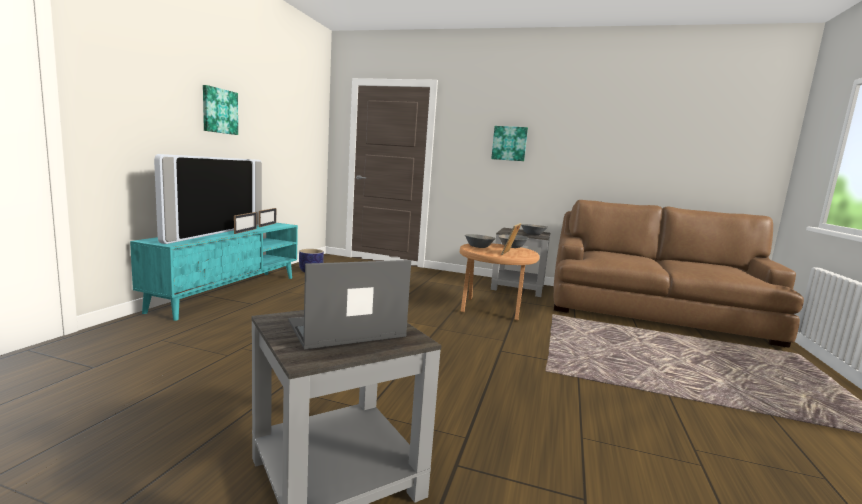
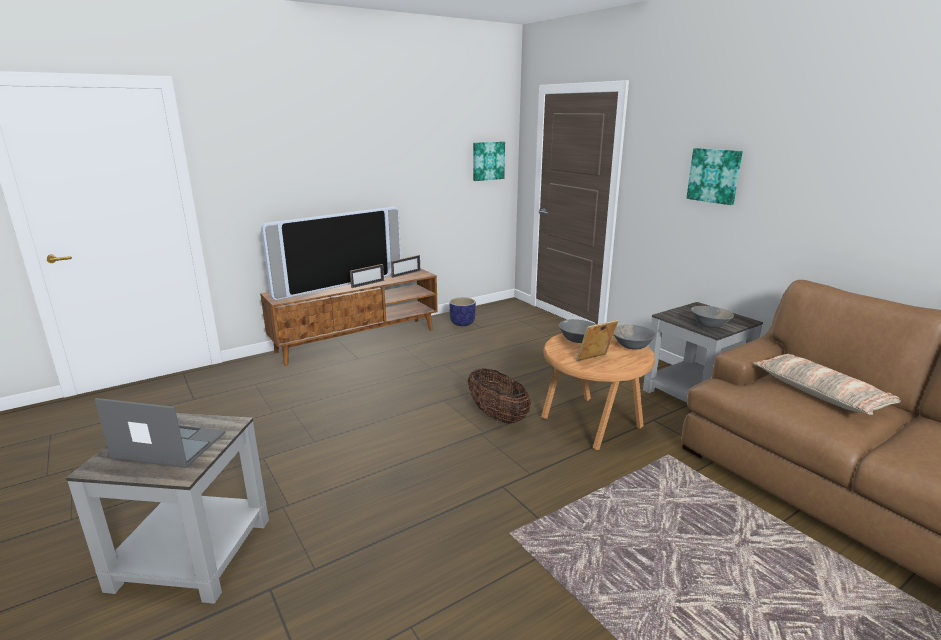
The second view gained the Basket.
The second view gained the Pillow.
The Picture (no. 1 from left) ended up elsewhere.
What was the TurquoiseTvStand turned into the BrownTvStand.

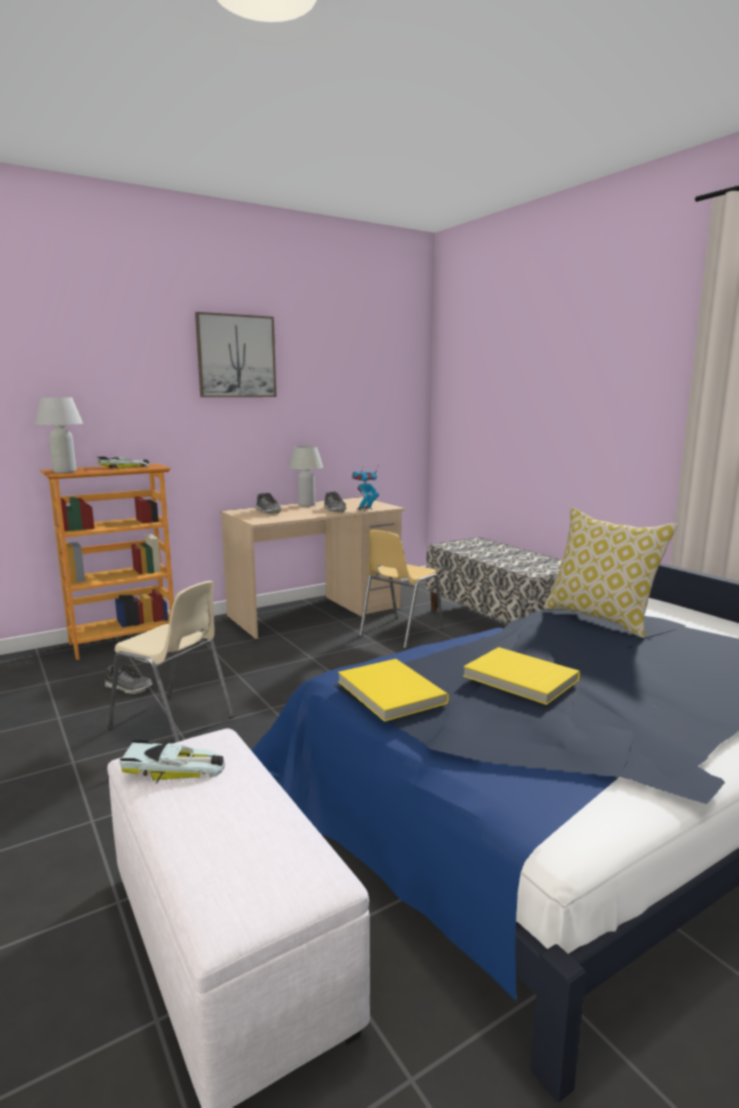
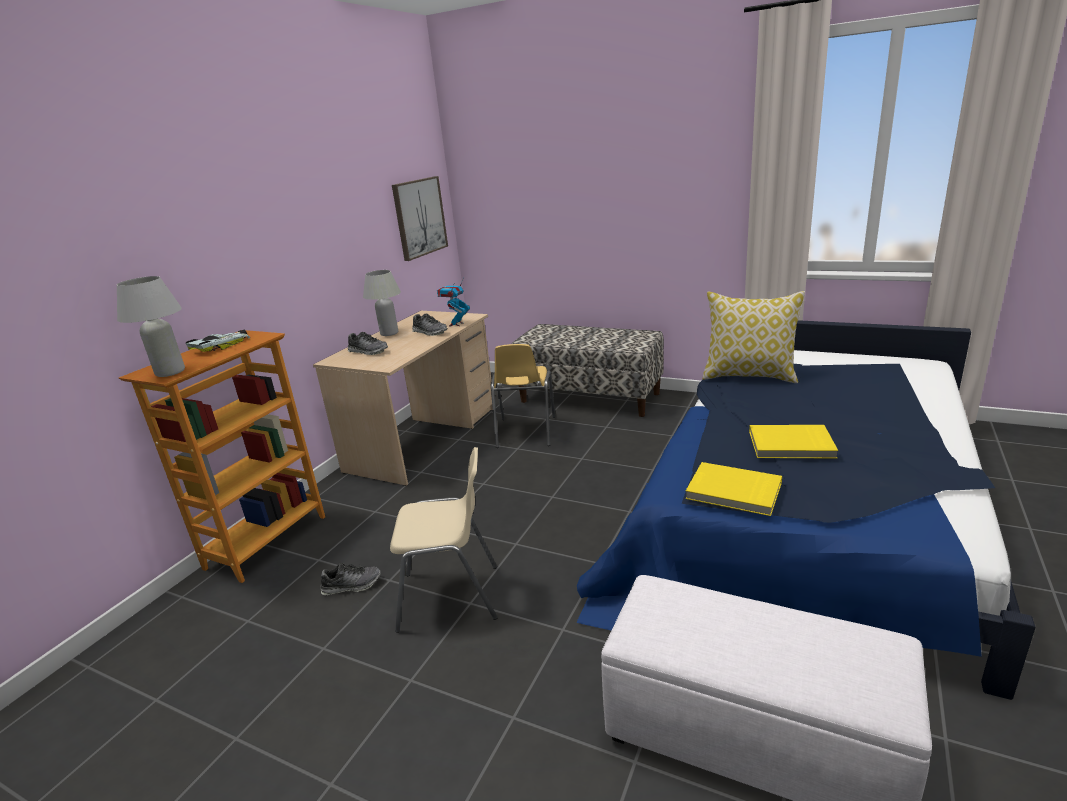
The second view lost the ToyCar (no. 2 from left).
The Picture ended up elsewhere.

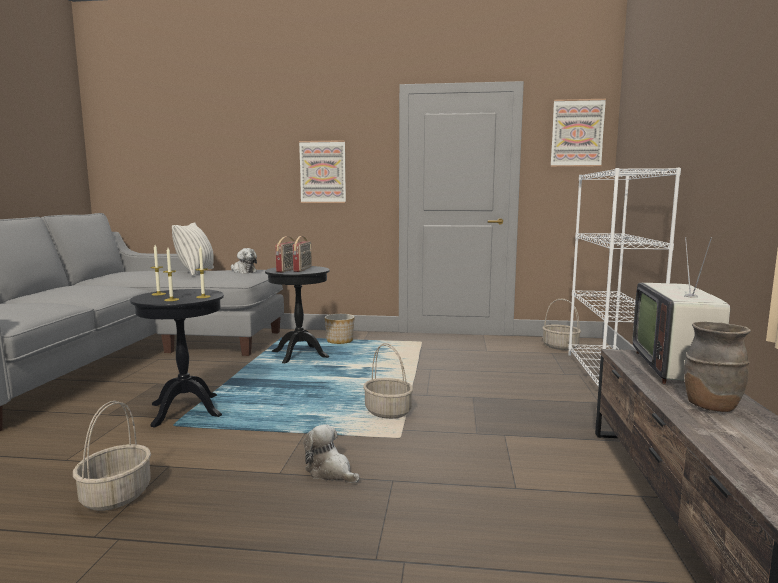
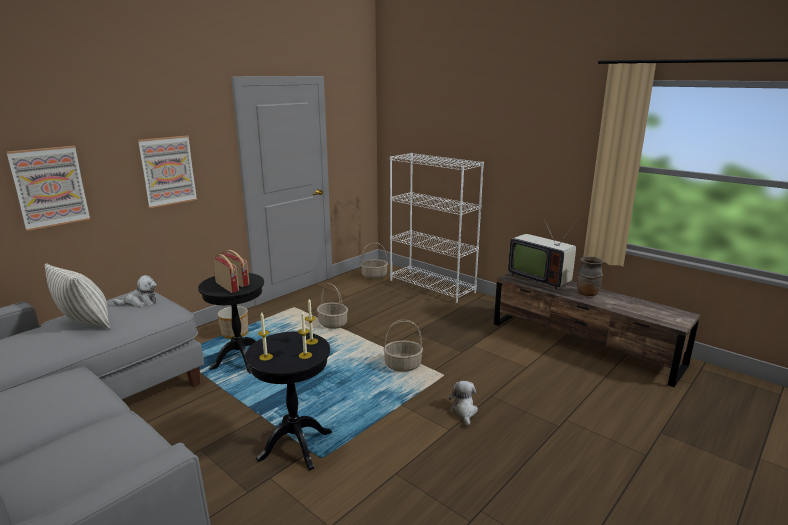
The Basket (no. 1 from left) ended up elsewhere.
The Picture (no. 2 from left in the first image) ended up elsewhere.
The PlushToy (no. 2 from left) ended up facing another way, 105 degrees clockwise from before.

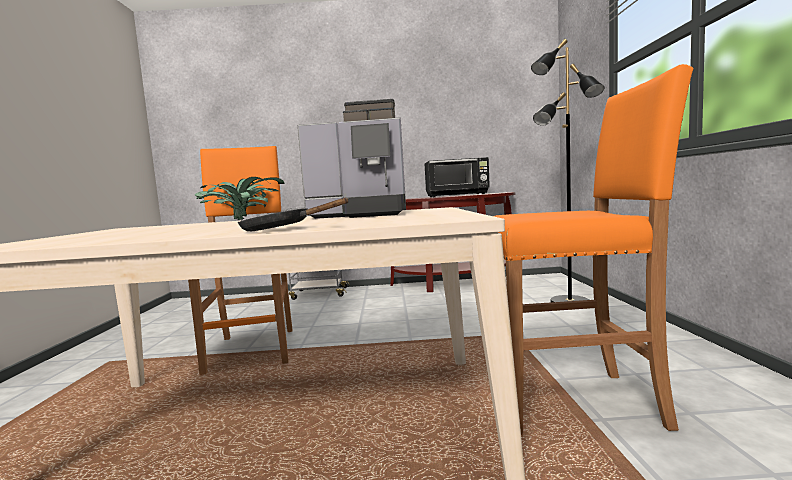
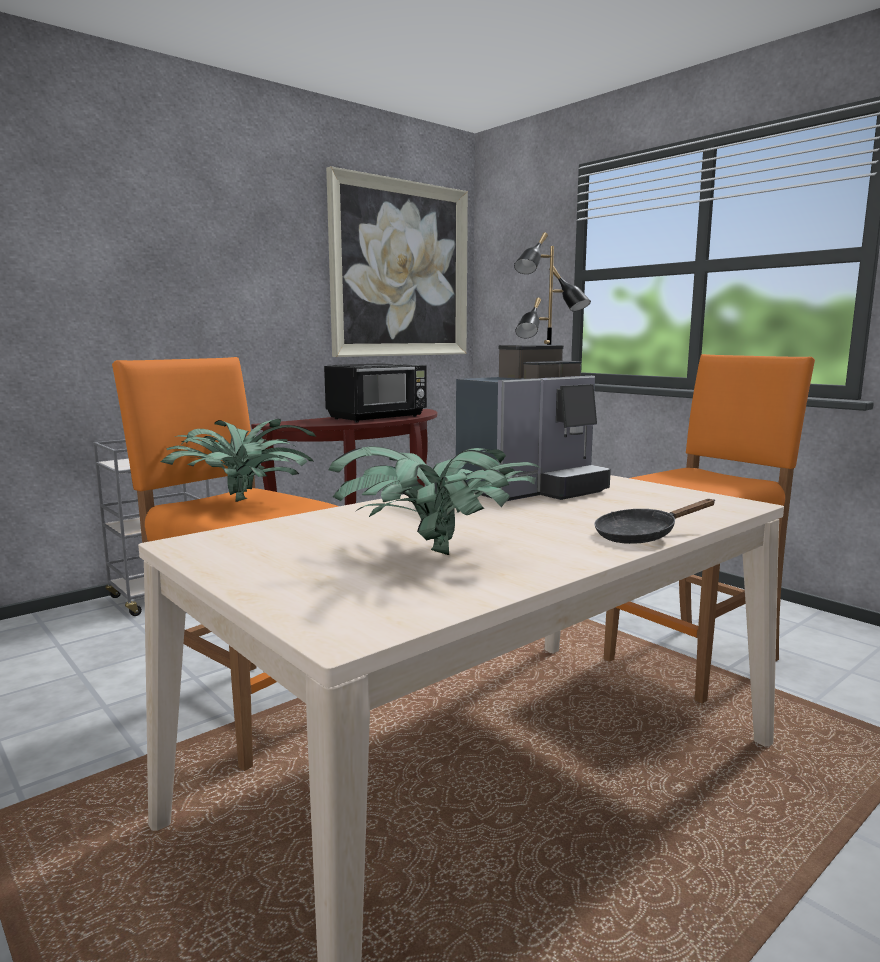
The second view gained the Picture.
The second view gained the PottedPlant (no. 2 from left).

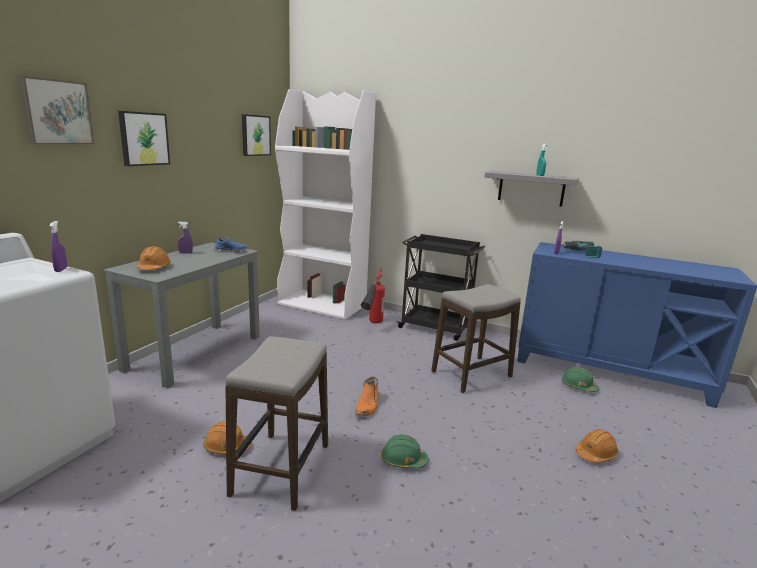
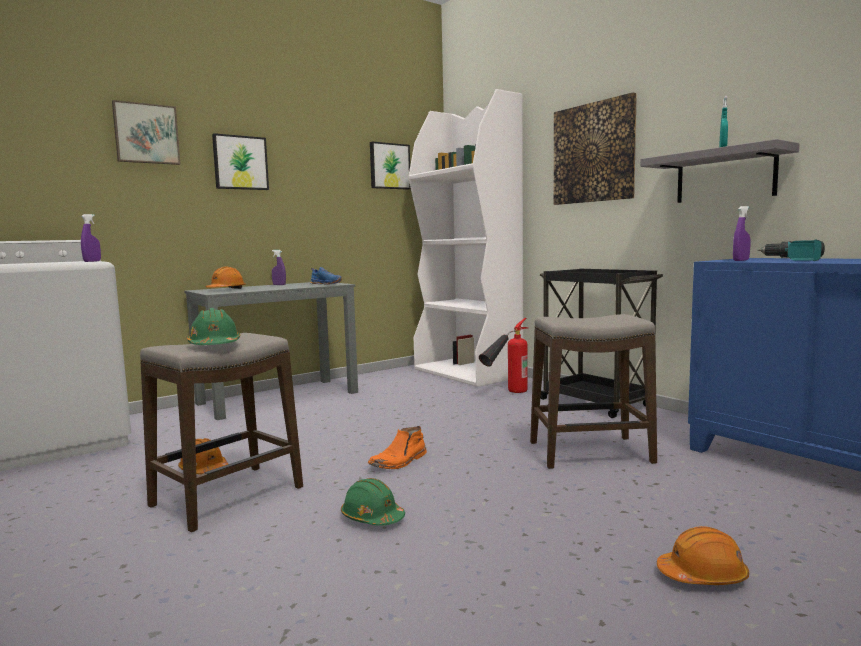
The second view gained the Picture (no. 4 from left).
The GreenHardHat (no. 2 from left in the first image) ended up elsewhere.

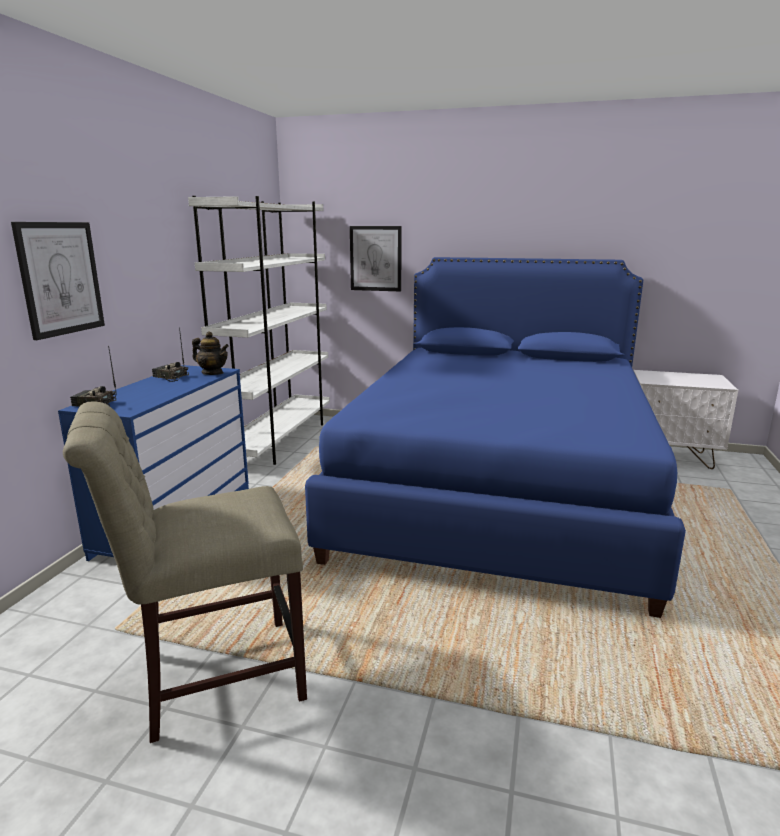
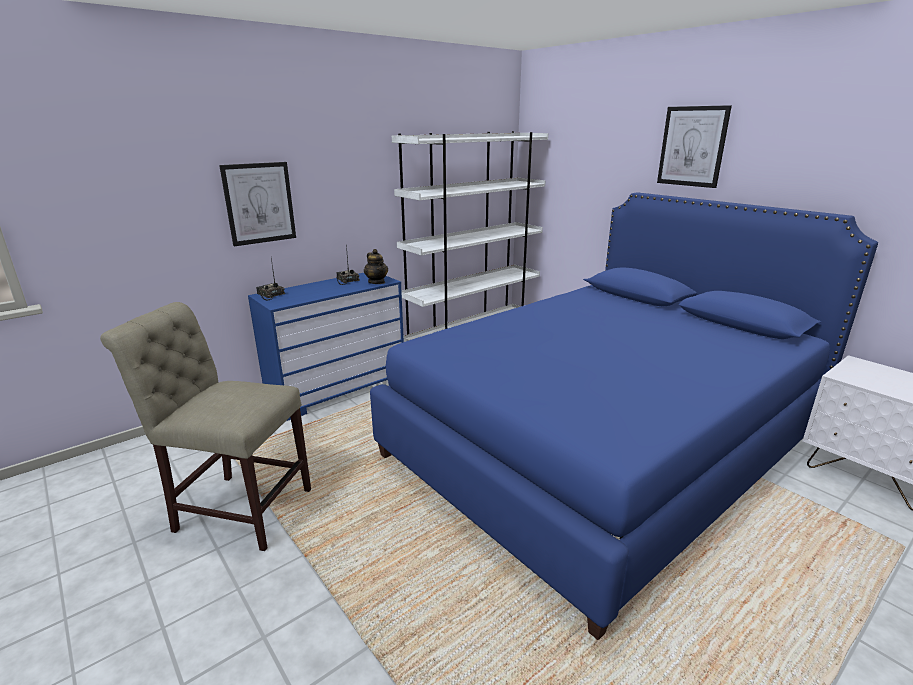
The Picture (no. 2 from left) ended up elsewhere.

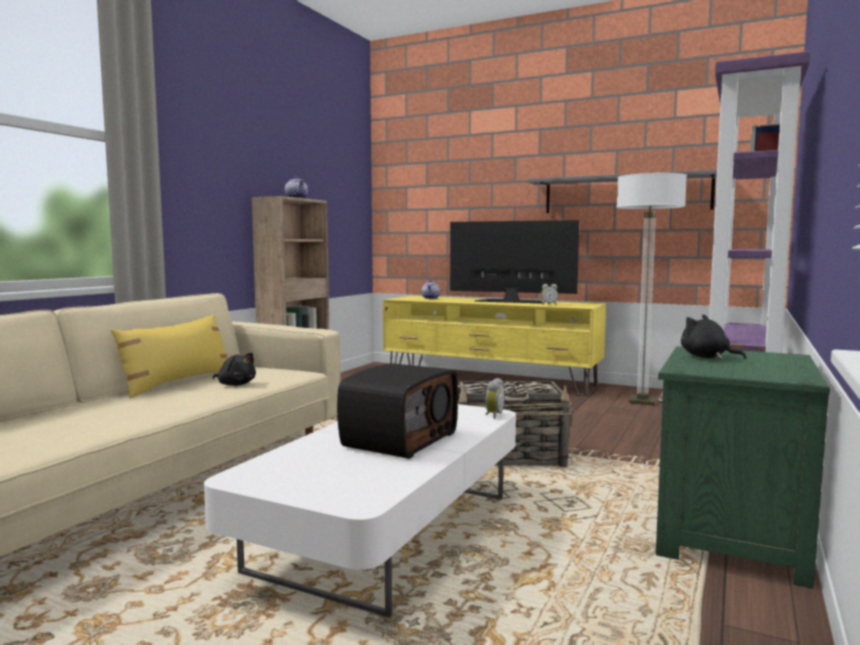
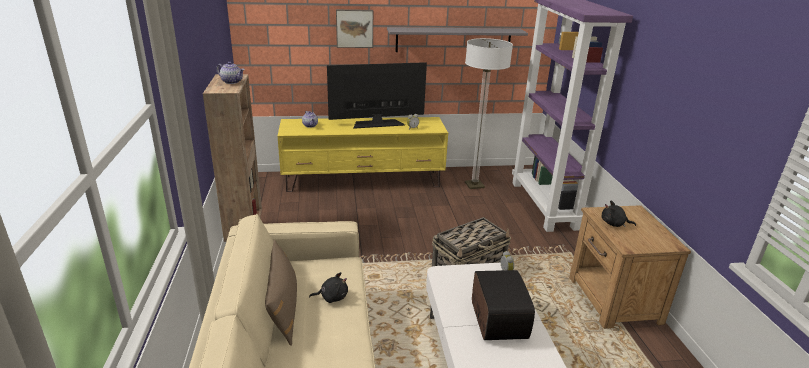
The second view gained the Picture.
What was the YellowPillow turned into the BrownPillow.
What was the GreenNightstand turned into the BrownNightstand.

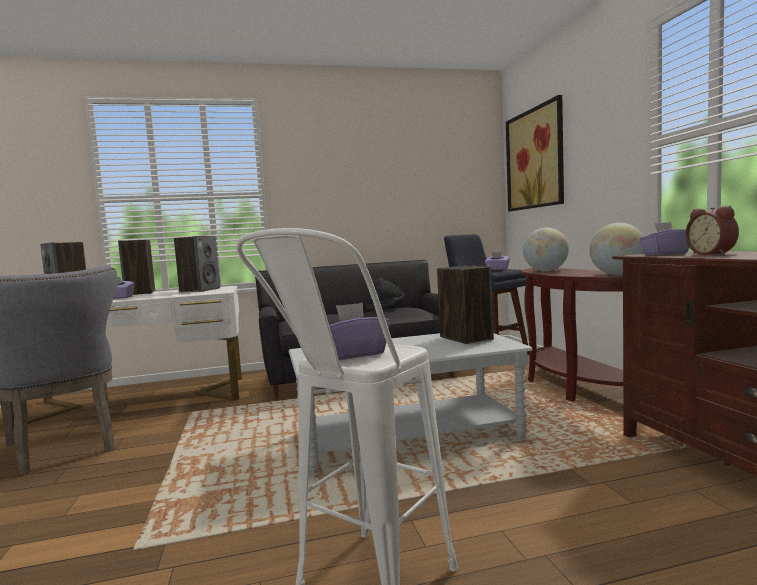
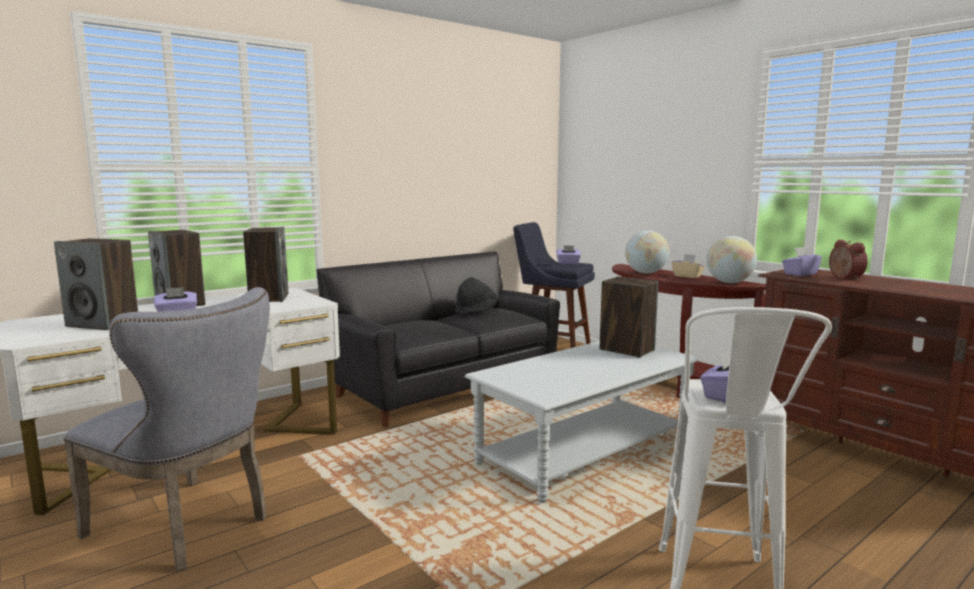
The second view lost the Picture.
The second view gained the BeigeTissueBox.
The AlarmClock ended up facing another way, 150 degrees counterclockwise from before.

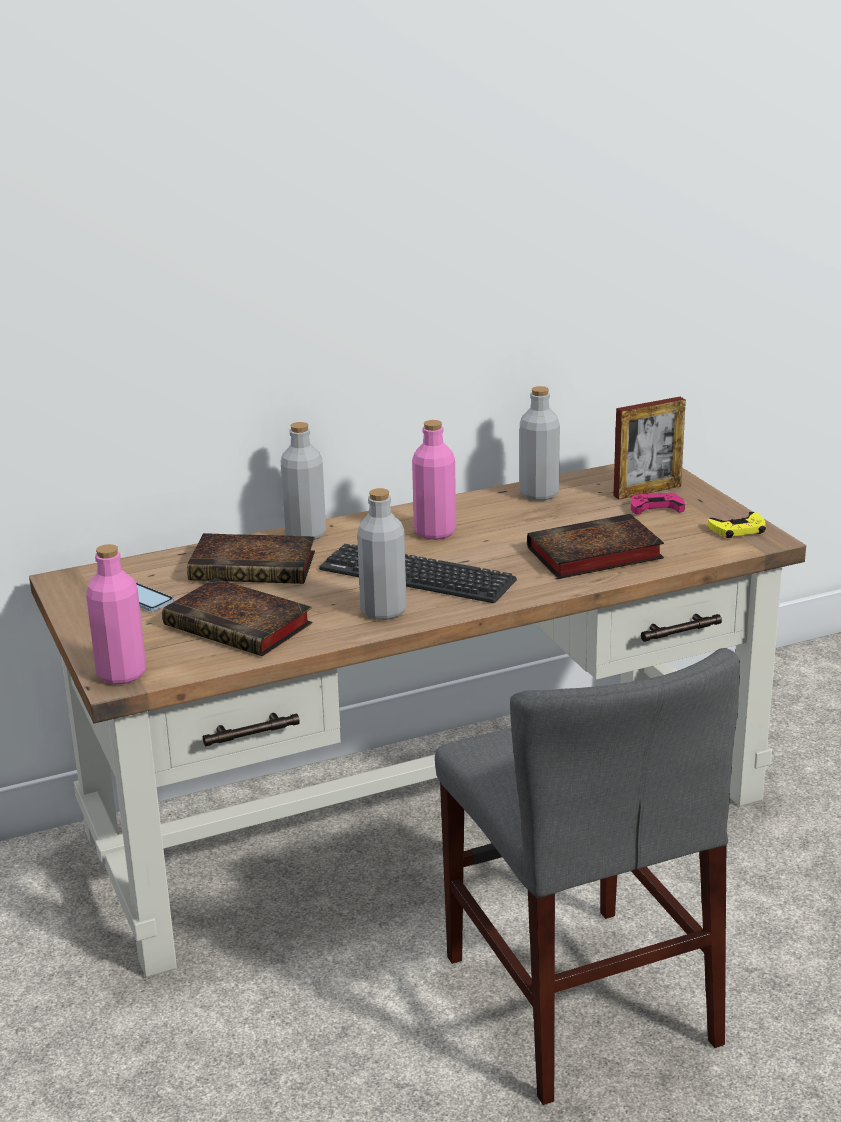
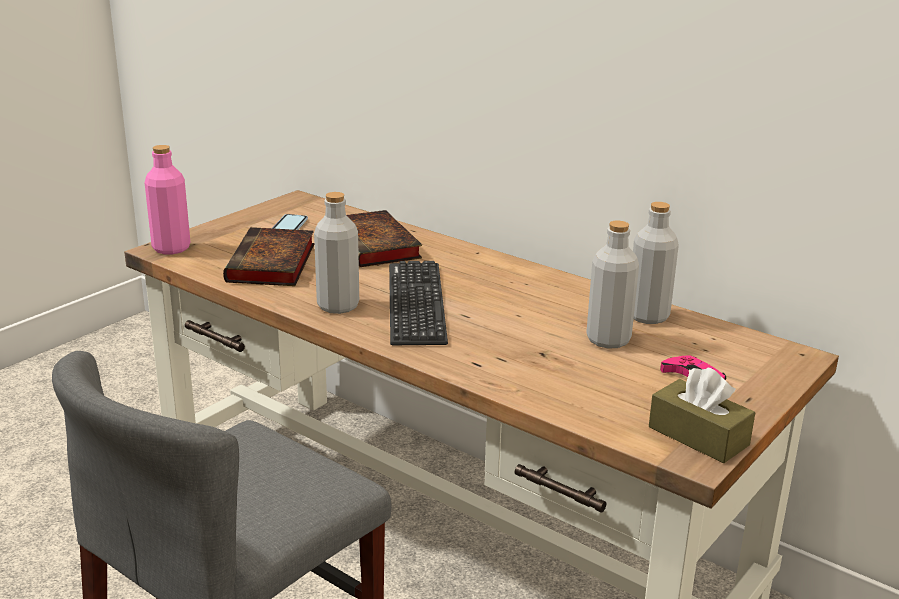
The second view lost the PinkBottle (no. 2 from left).
The second view lost the Book (no. 3 from left).
The second view lost the PictureFrame.
The GreyBottle (no. 1 from left in the first image) ended up elsewhere.
Where the YellowGameController stood, the BrownTissueBox came to stand.

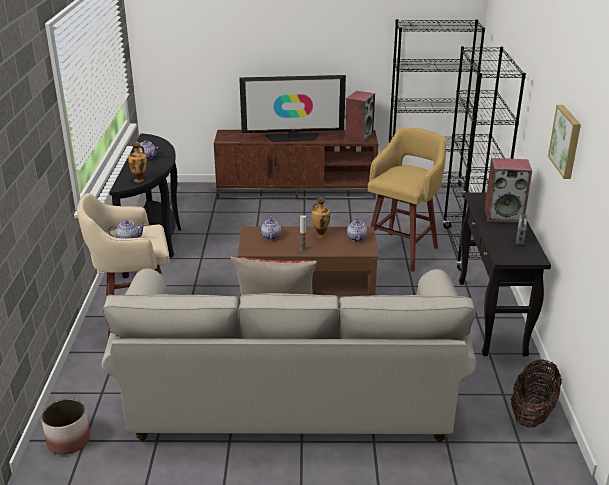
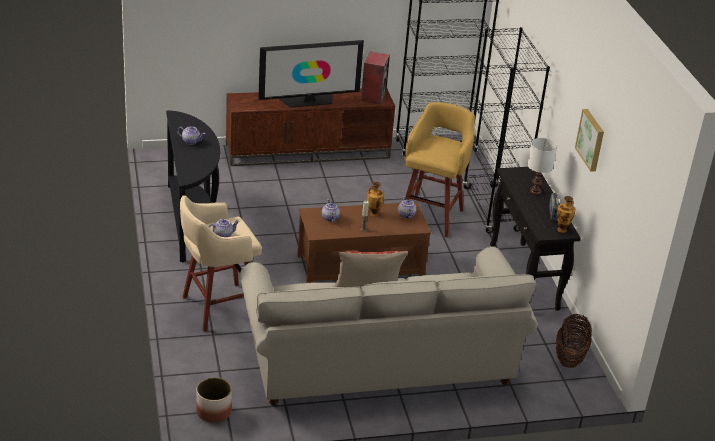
The Vase (no. 1 from left in the first image) ended up elsewhere.
Where the Speaker (no. 2 from left) stood, the WhiteTableLamp came to stand.

